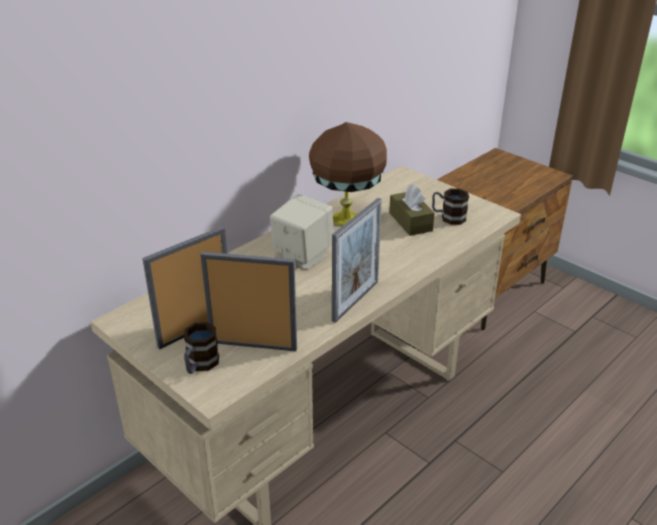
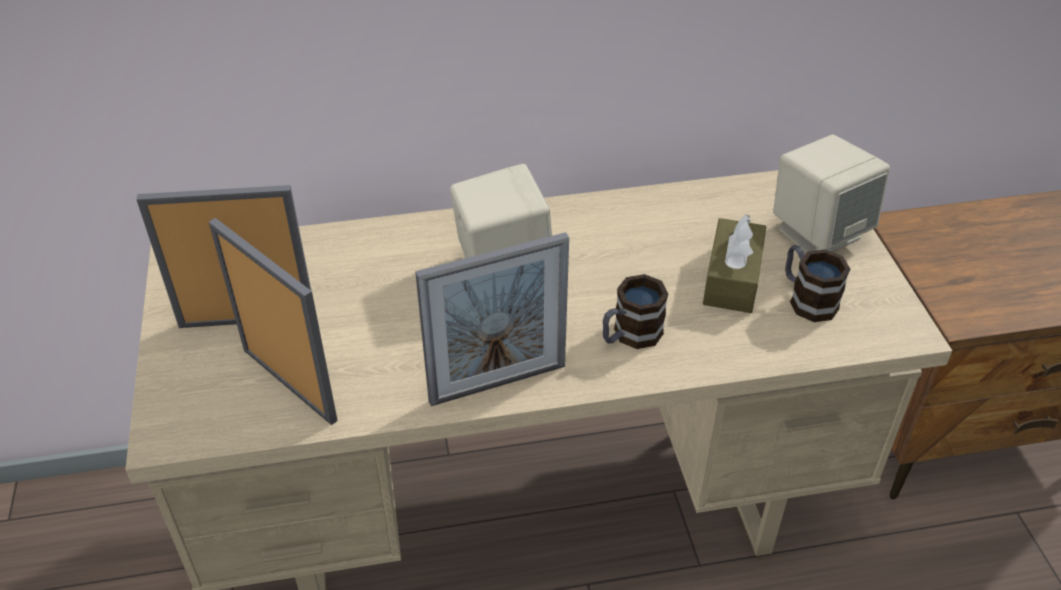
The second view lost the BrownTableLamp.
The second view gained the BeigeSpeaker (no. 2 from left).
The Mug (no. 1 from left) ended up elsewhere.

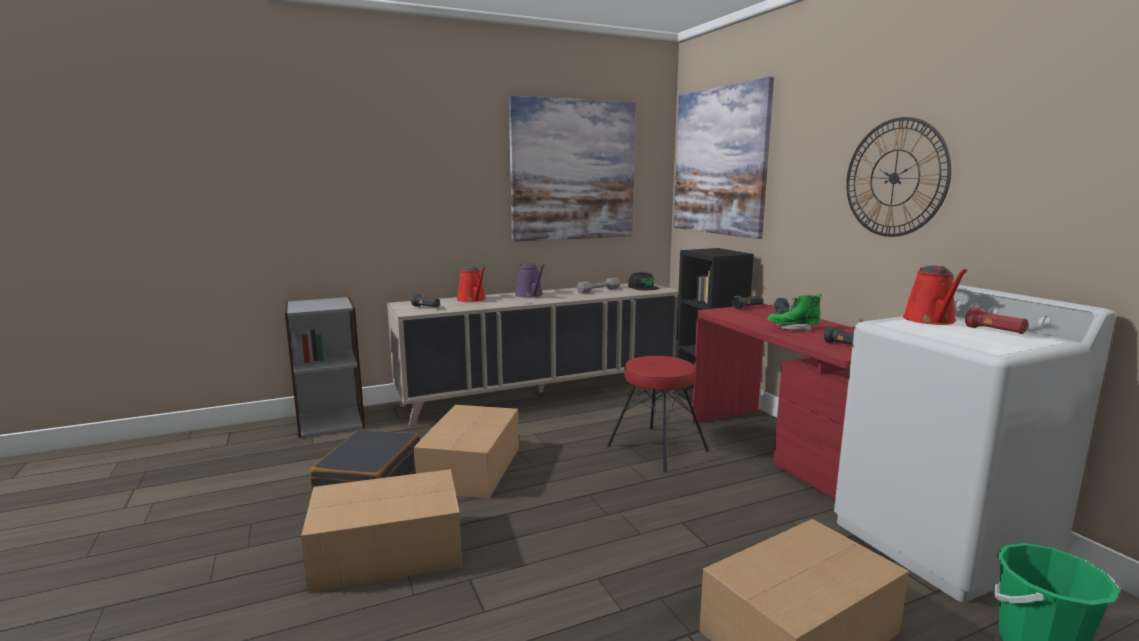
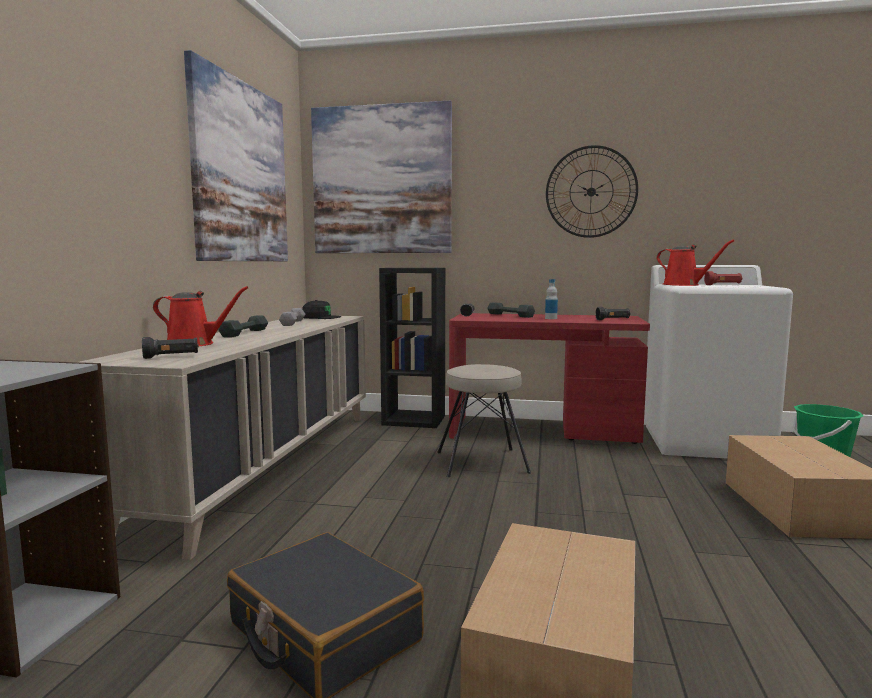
The second view lost the CardboardBox (no. 2 from left).
Where the PurpleWateringCan stood, the GreyDumbbell (no. 1 from left) came to stand.
Where the GreenBoot stood, the Bottle came to stand.
What was the RedStool turned into the BeigeStool.

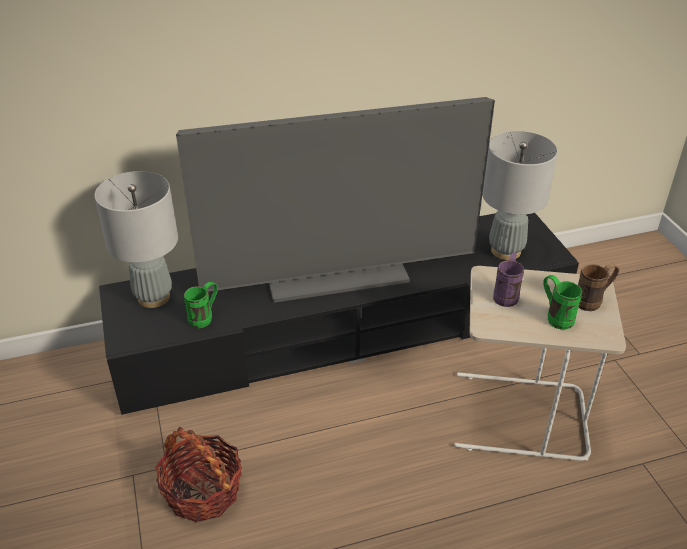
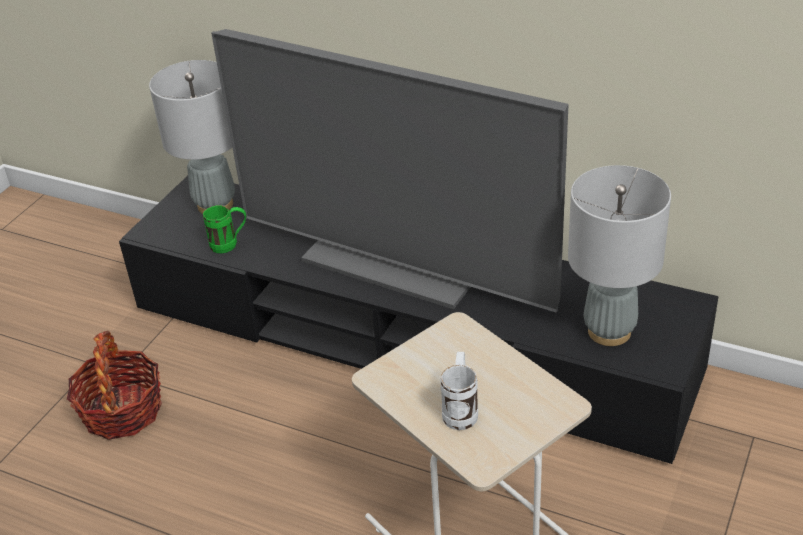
The second view lost the PurpleMug.
The second view lost the BrownMug.
What was the GreenMug (no. 2 from left) turned into the WhiteMug.

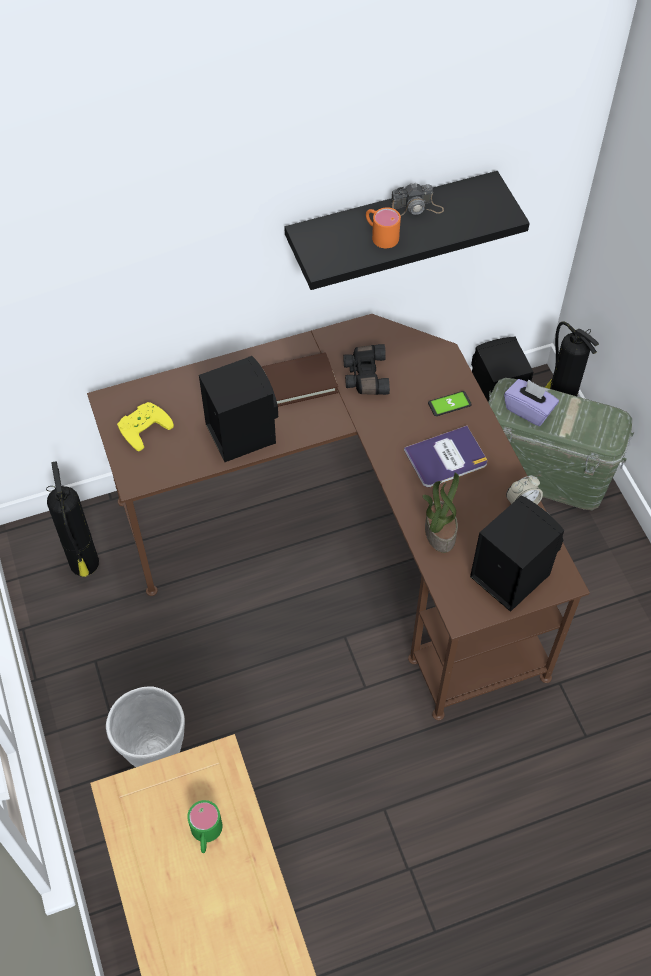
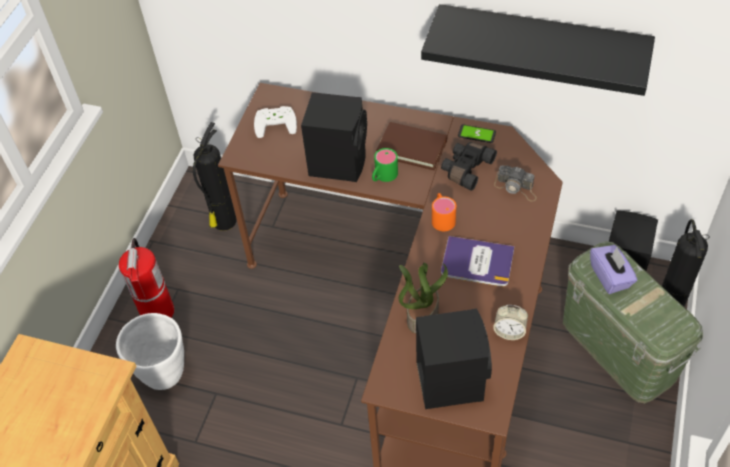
The second view gained the FireExtinguisher (no. 1 from left).
The GreenMug ended up elsewhere.
The OrangeMug ended up elsewhere.
The PhotoCamera ended up elsewhere.
The Phone ended up elsewhere.
What was the YellowGameController turned into the WhiteGameController.

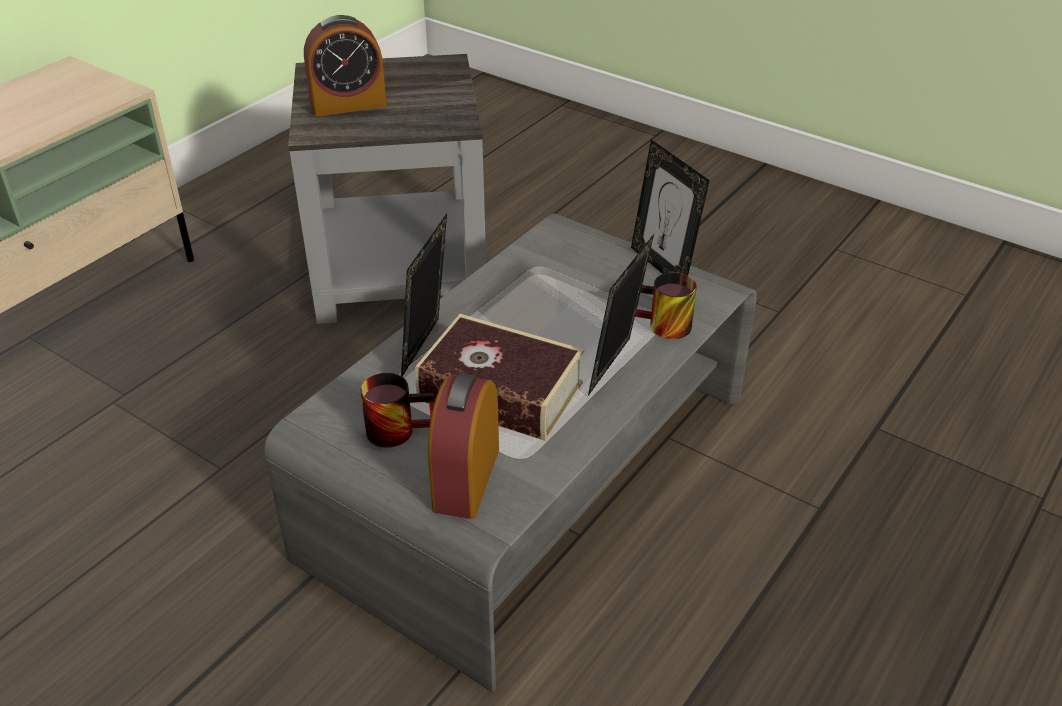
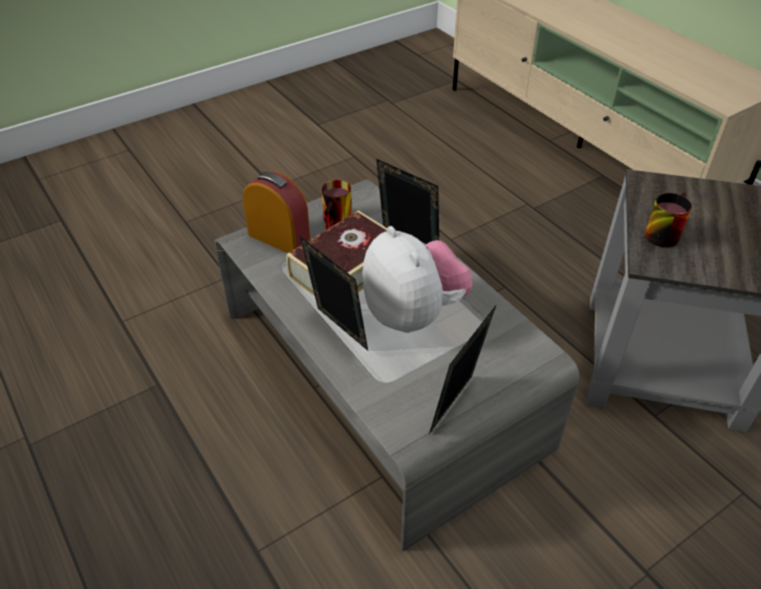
The second view lost the AlarmClock (no. 1 from left).
The second view gained the PlushToy.
The Mug (no. 2 from left) ended up elsewhere.
The PictureFrame (no. 3 from left) ended up facing another way, 45 degrees counterclockwise from before.

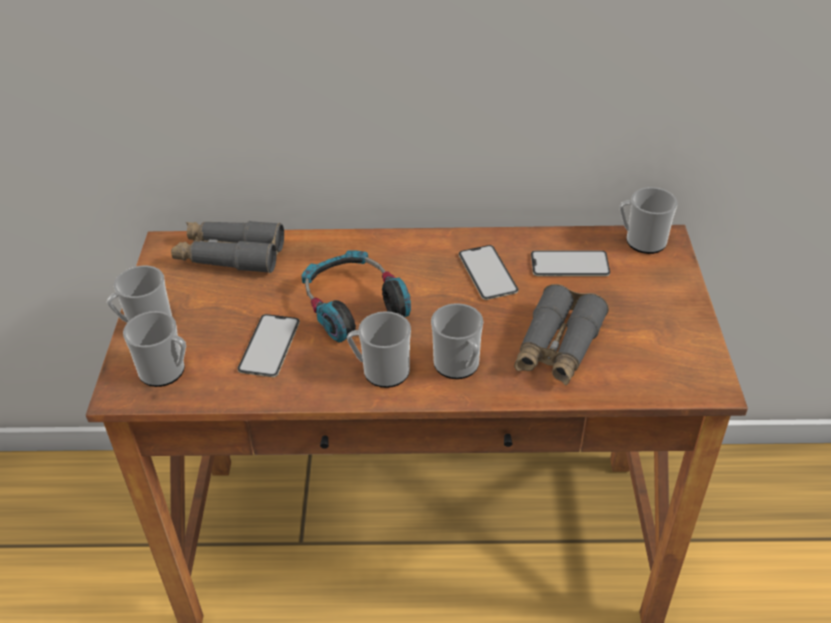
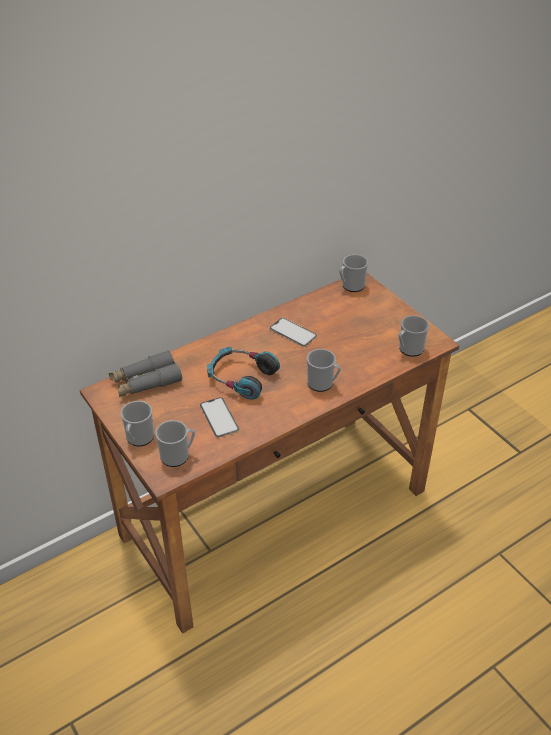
The second view lost the GreyBinoculars (no. 2 from left).
The second view lost the Phone (no. 3 from left).
The Mug (no. 3 from left in the first image) ended up elsewhere.

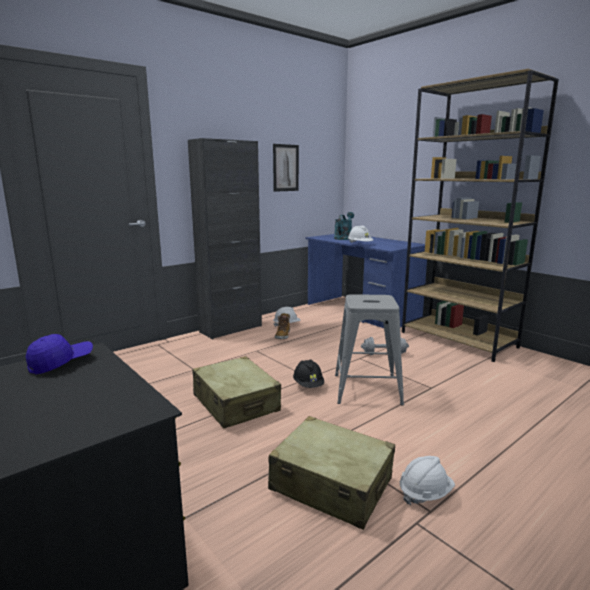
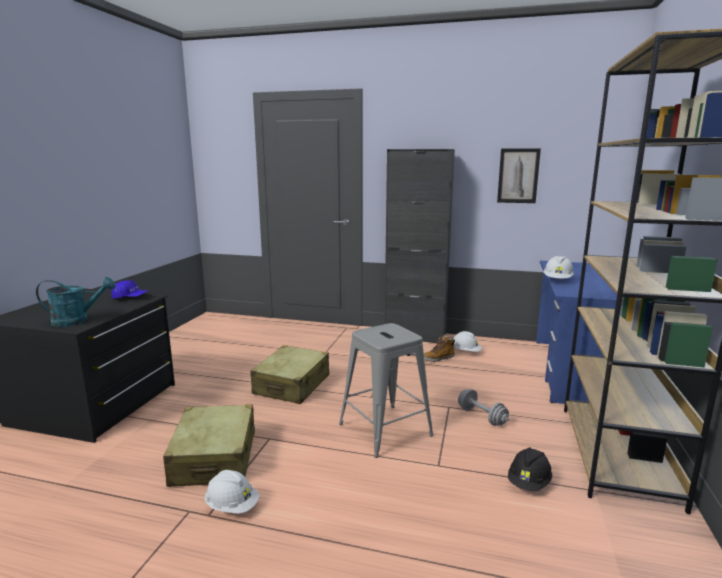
The BlackHardHat ended up elsewhere.
The TurquoiseWateringCan ended up elsewhere.

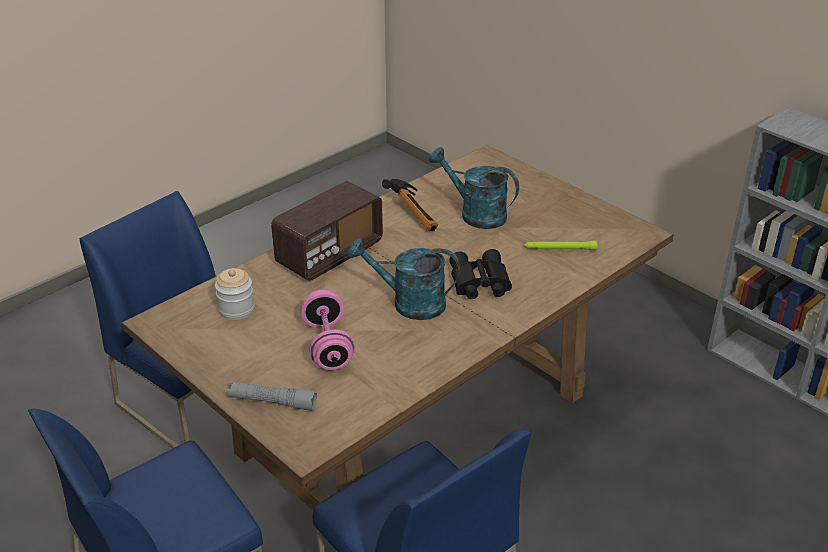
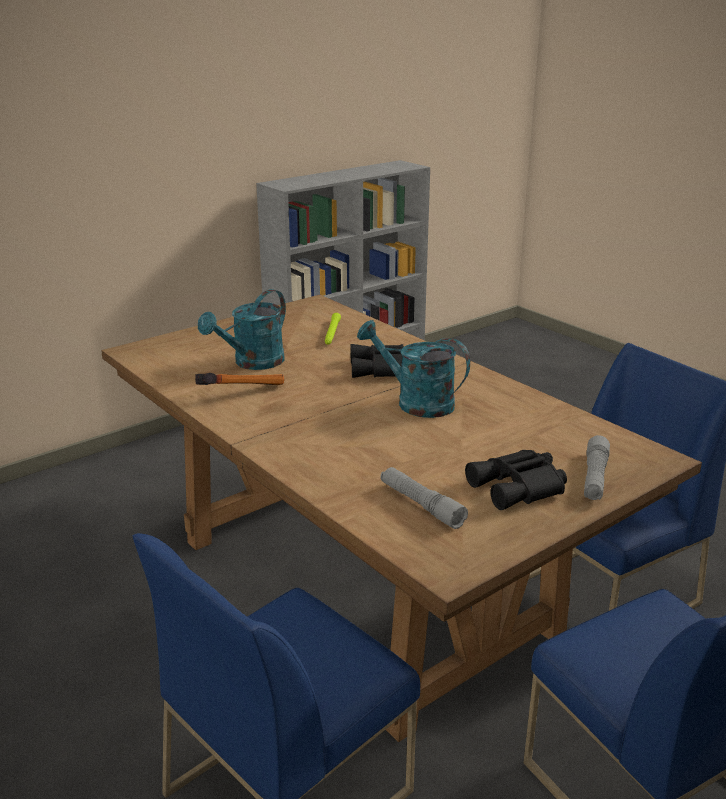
The second view lost the Radio.
The second view lost the PinkDumbbell.
The second view gained the BlackBinoculars (no. 2 from left).
Where the Jar stood, the GreyFlashlight (no. 1 from left) came to stand.
The TurquoiseWateringCan (no. 1 from left in the first image) ended up facing another way, 105 degrees clockwise from before.

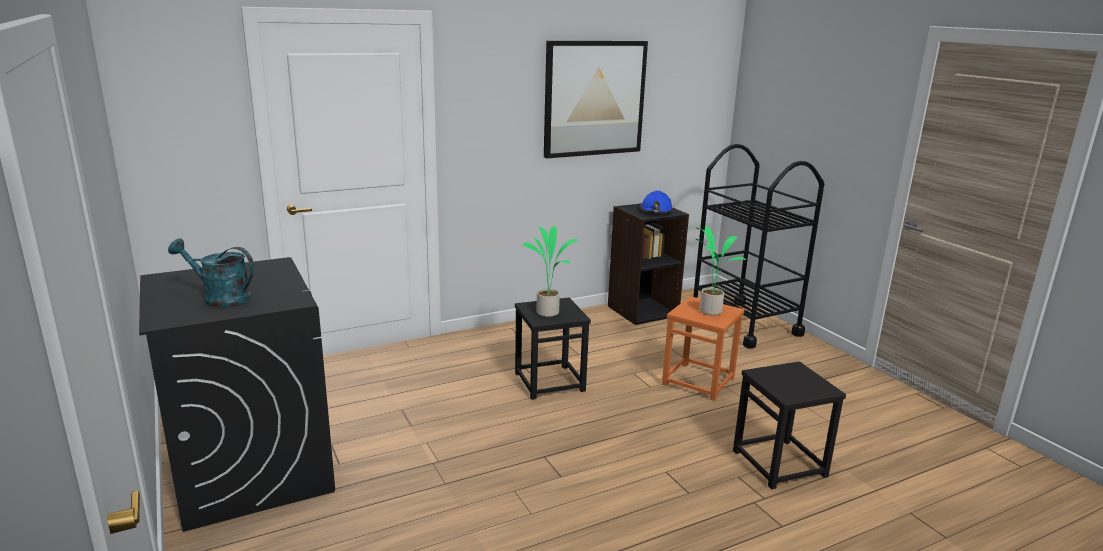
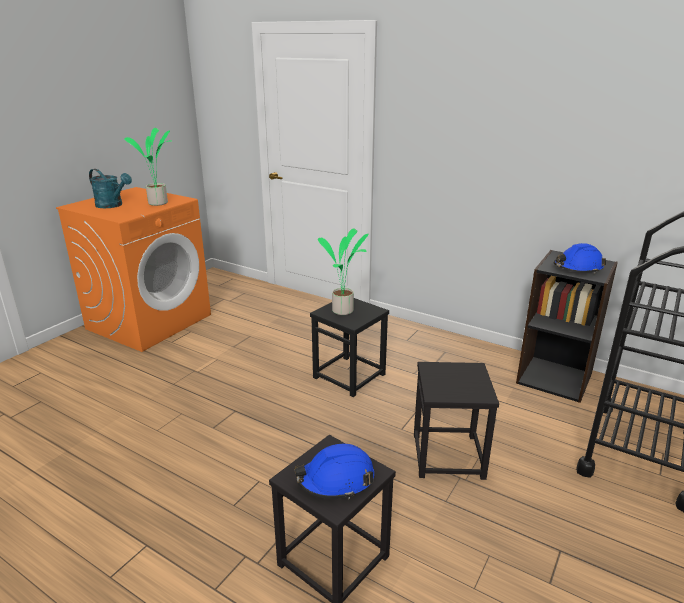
The second view lost the Picture.
The second view gained the BlueHardHat (no. 1 from left).
The PottedPlant (no. 2 from left in the first image) ended up elsewhere.
What was the BlackWashingMachine turned into the OrangeWashingMachine.
What was the OrangeStool turned into the BlackStool (no. 3 from left).
The TurquoiseWateringCan ended up facing another way, 135 degrees clockwise from before.

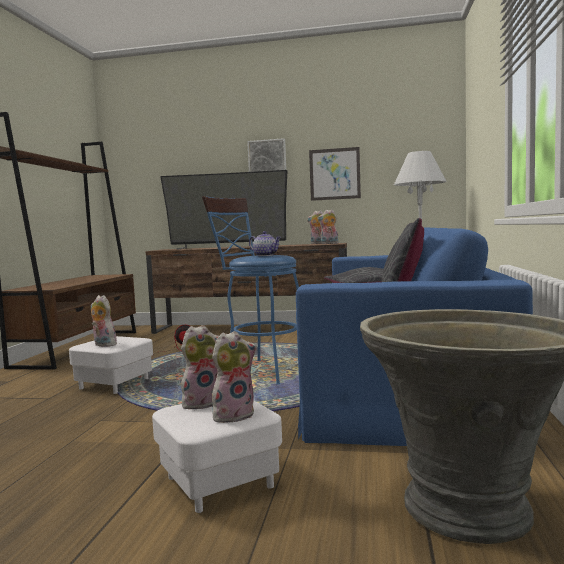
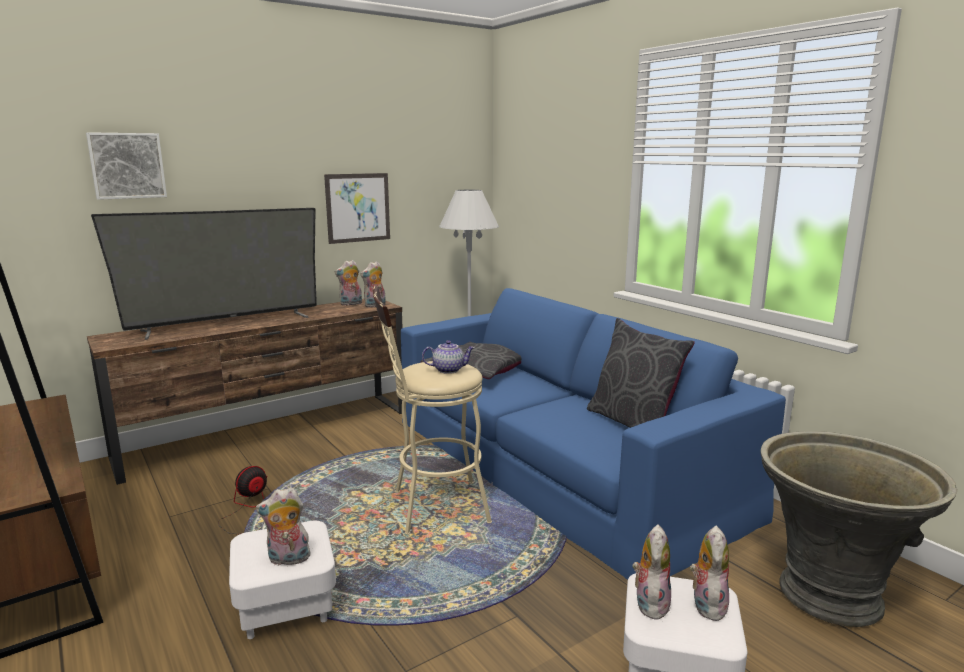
The Picture (no. 1 from left) ended up elsewhere.
What was the BlueStool turned into the BeigeStool.

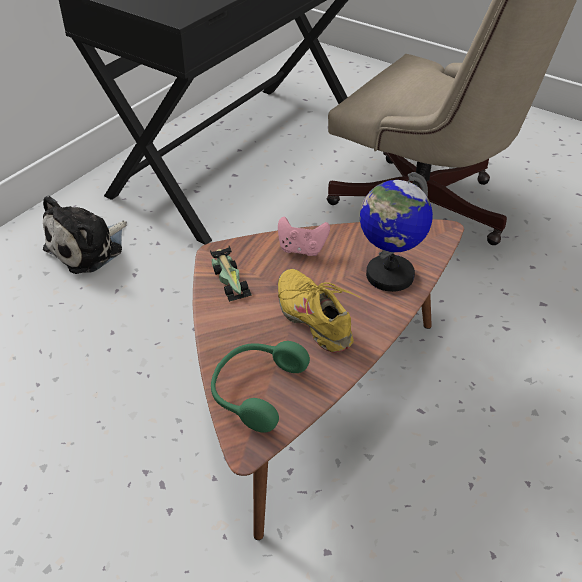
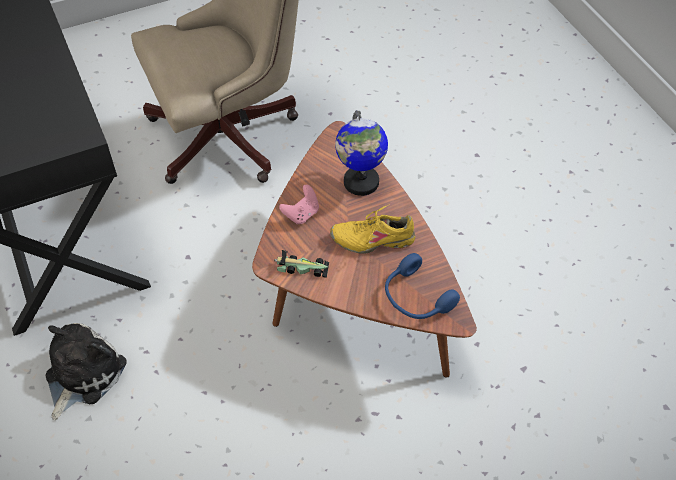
What was the GreenHeadphones turned into the BlueHeadphones.
The PlushToy ended up facing another way, 135 degrees counterclockwise from before.

